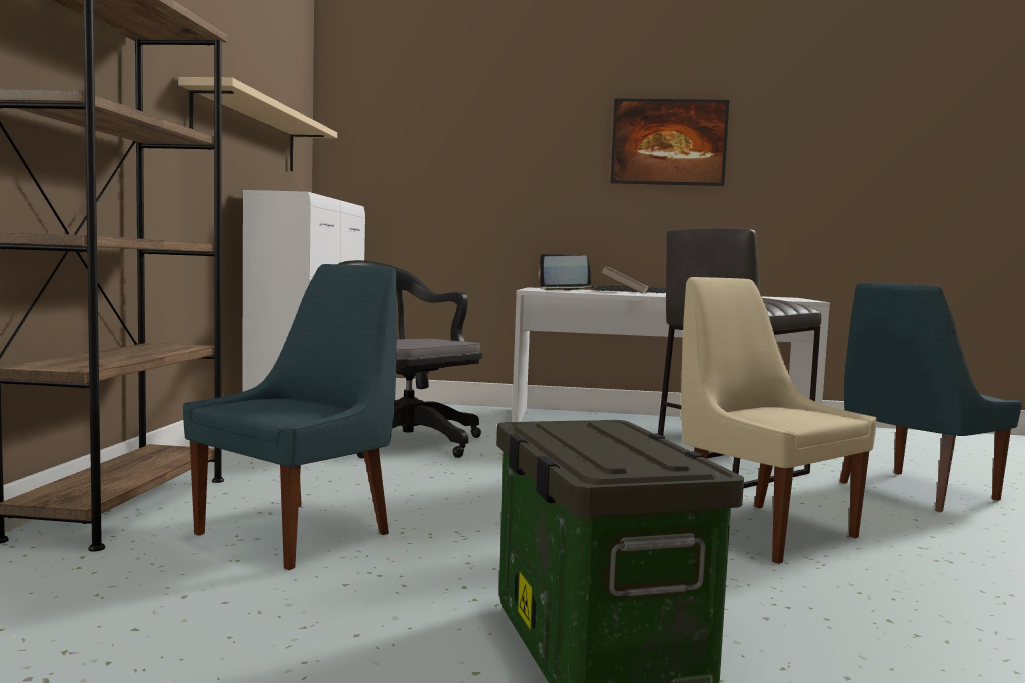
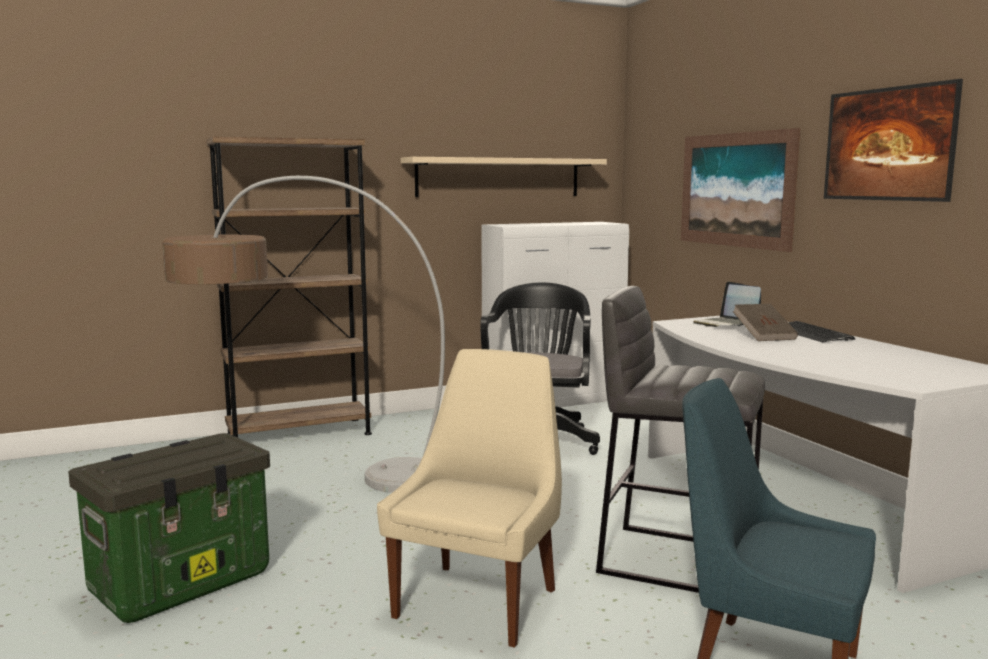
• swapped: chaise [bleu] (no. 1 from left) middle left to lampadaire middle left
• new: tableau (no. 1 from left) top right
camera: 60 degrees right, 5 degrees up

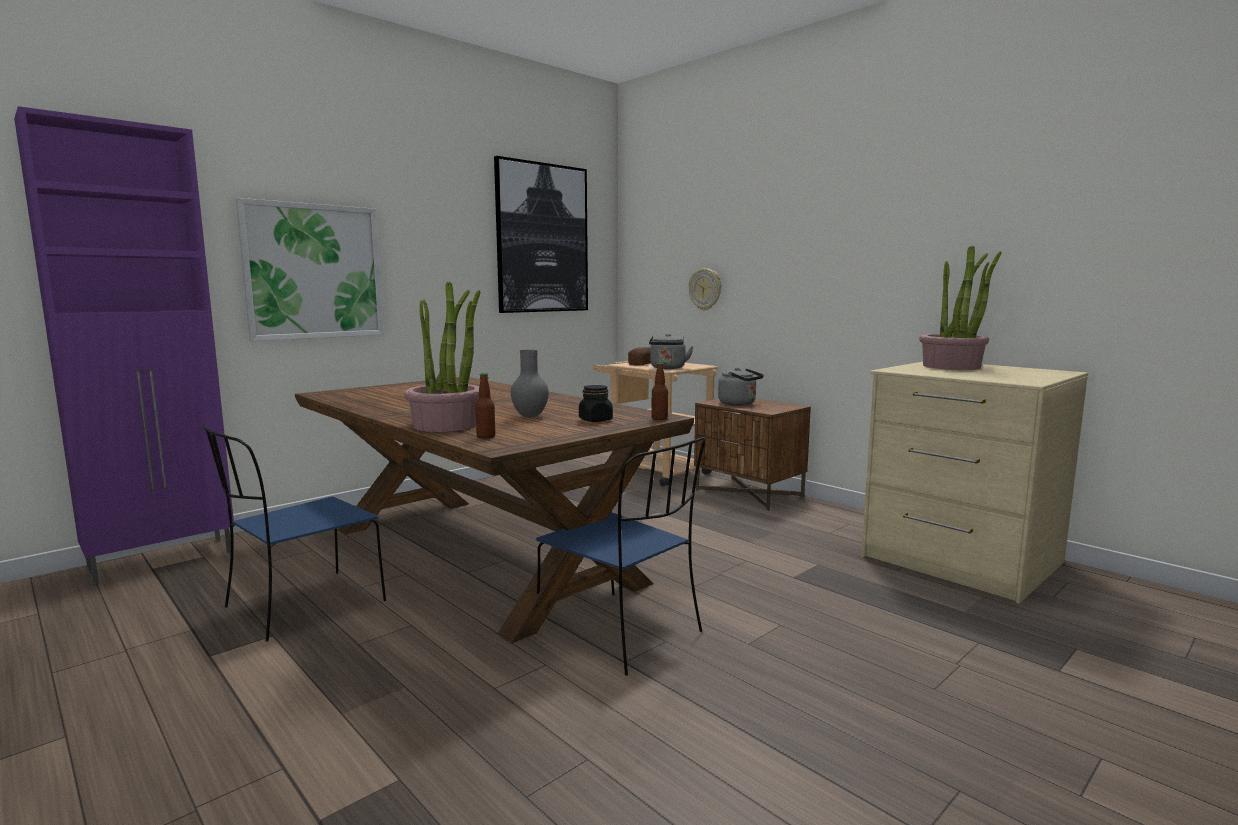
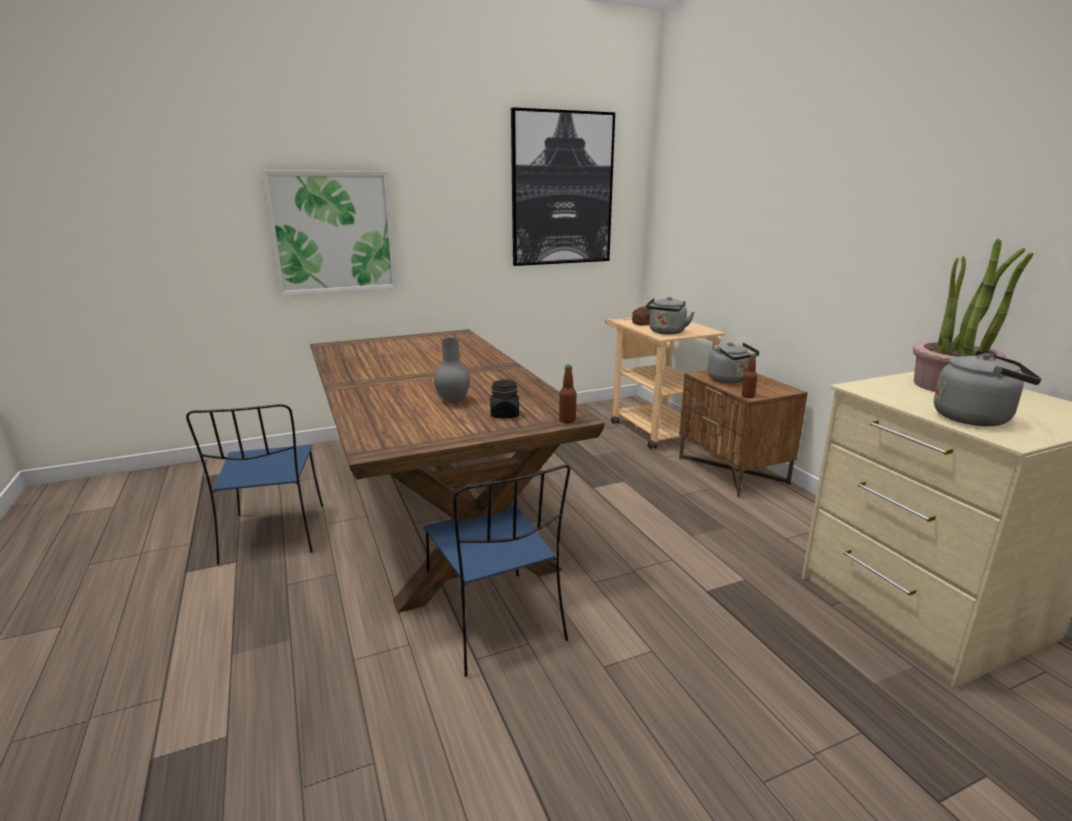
• gone: meuble de rangement [violet] middle left
• gone: horloge murale centre
• gone: plante en pot (no. 1 from left) centre
• shifted: bouteille (no. 1 from left in the first image) centre to bouteille (no. 2 from left) middle right
• rotated: chaise [bleu] (no. 1 from left) middle left = middle left 75 degrees counterclockwise
• new: bouilloire [gris] (no. 3 from left) middle right
camera: 20 degrees right, 10 degrees up

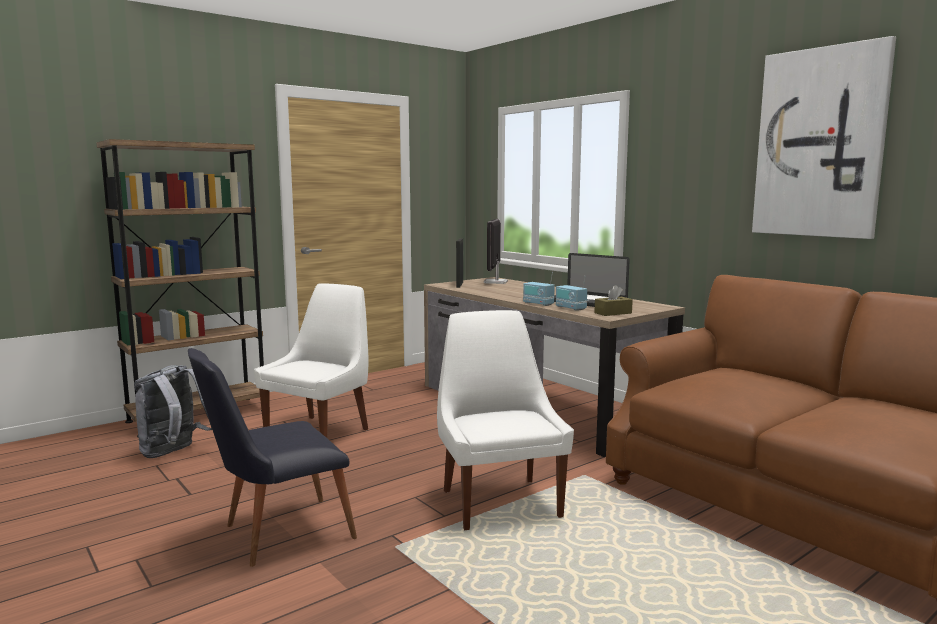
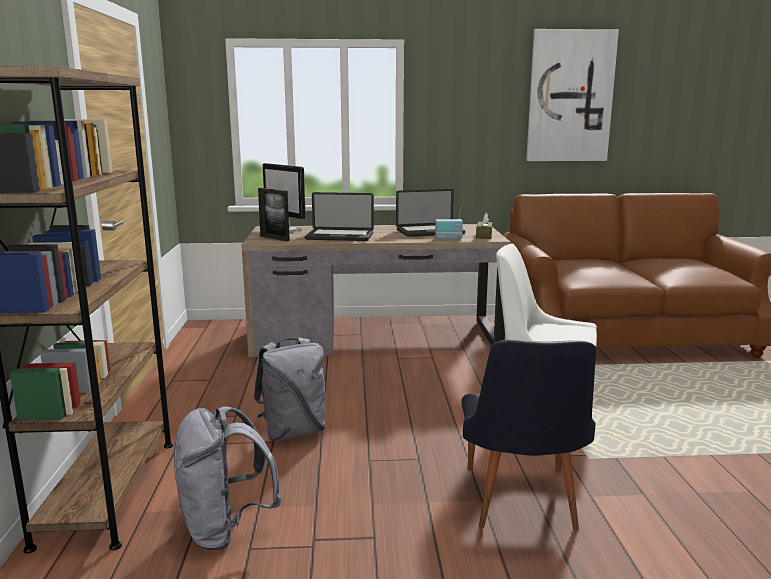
• gone: radio (no. 1 from left) centre
• swapped: chaise [blanc] (no. 1 from left) middle left to sac à dos [gris] (no. 2 from left) bottom centre
• new: ordinateur portable (no. 1 from left) centre
camera: 55 degrees left, 5 degrees up

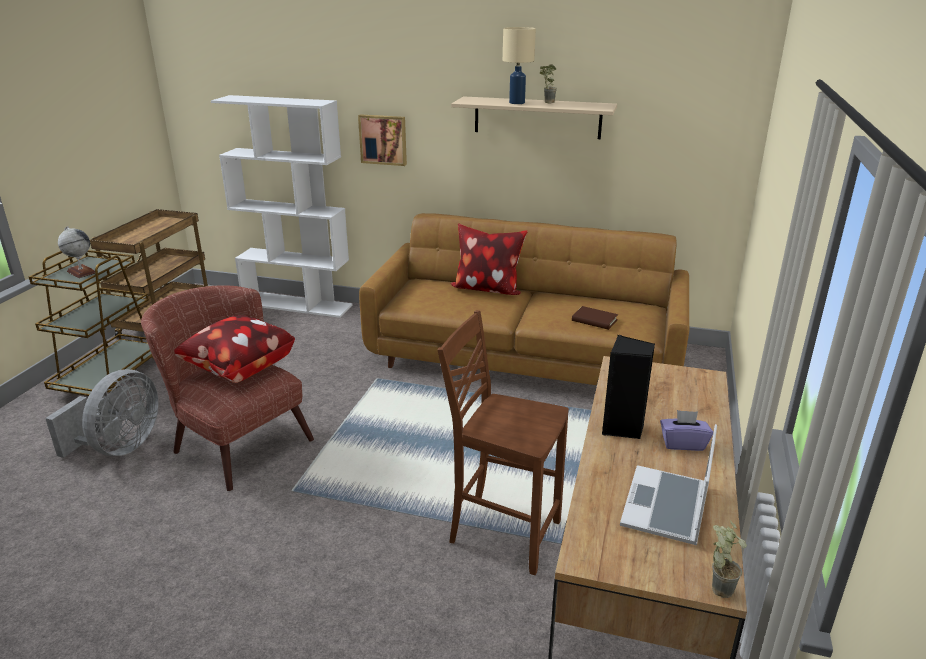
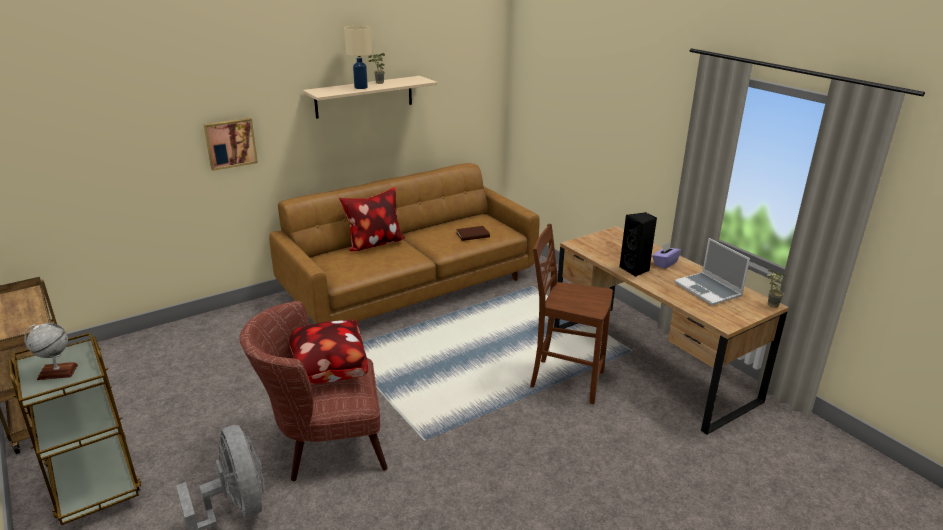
• gone: bibliothèque [blanc] top left
• rotated: chaise [marron] bottom centre = centre 45 degrees clockwise
camera: 50 degrees left, 0 degrees up

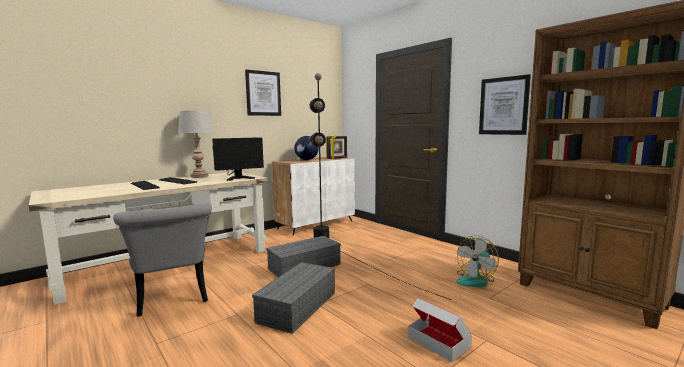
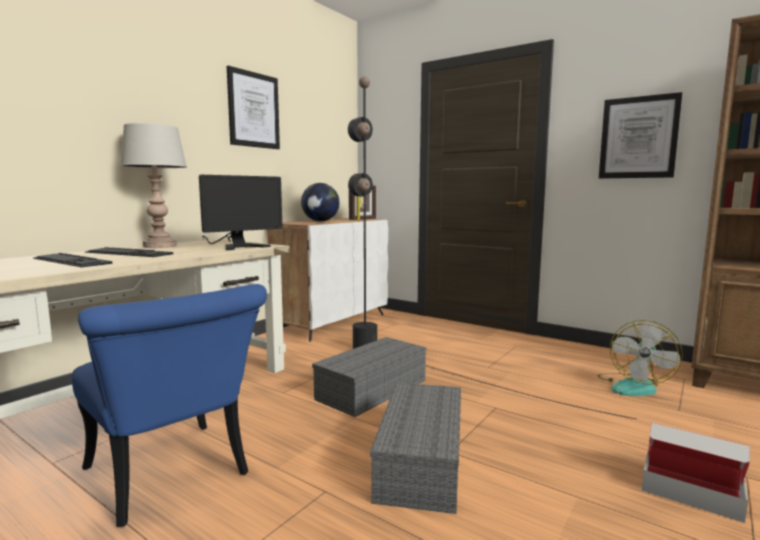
• repainted: chaise [gris] bottom left to chaise [bleu] bottom left
camera: 15 degrees left, 0 degrees up

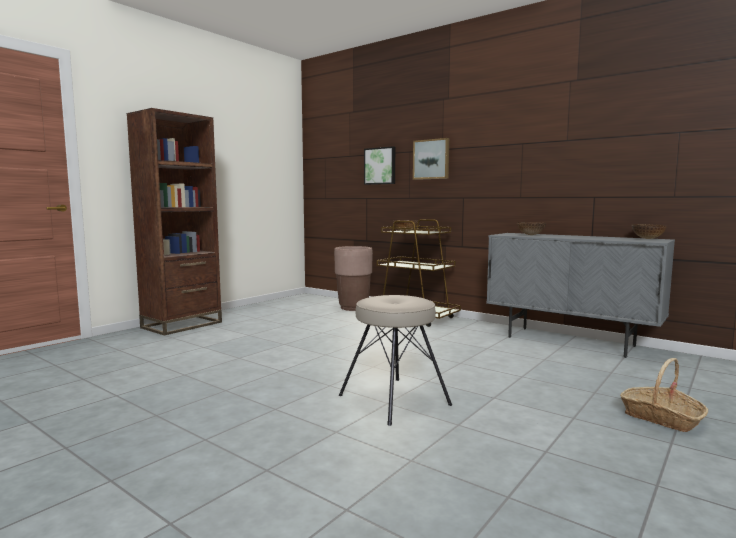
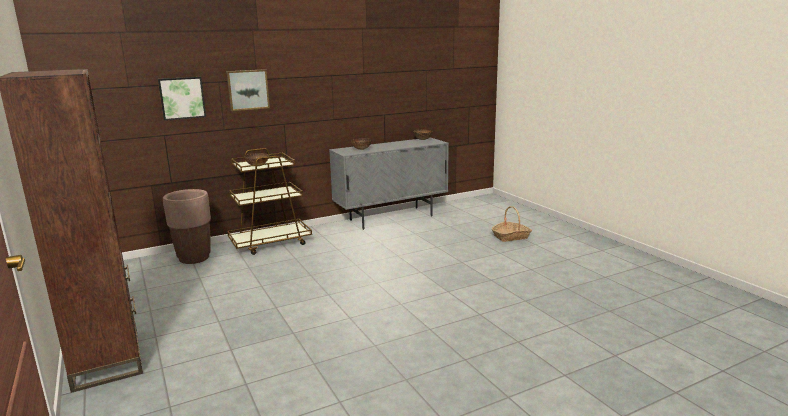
• gone: tabouret [beige] bottom centre
camera: 65 degrees left, 10 degrees up

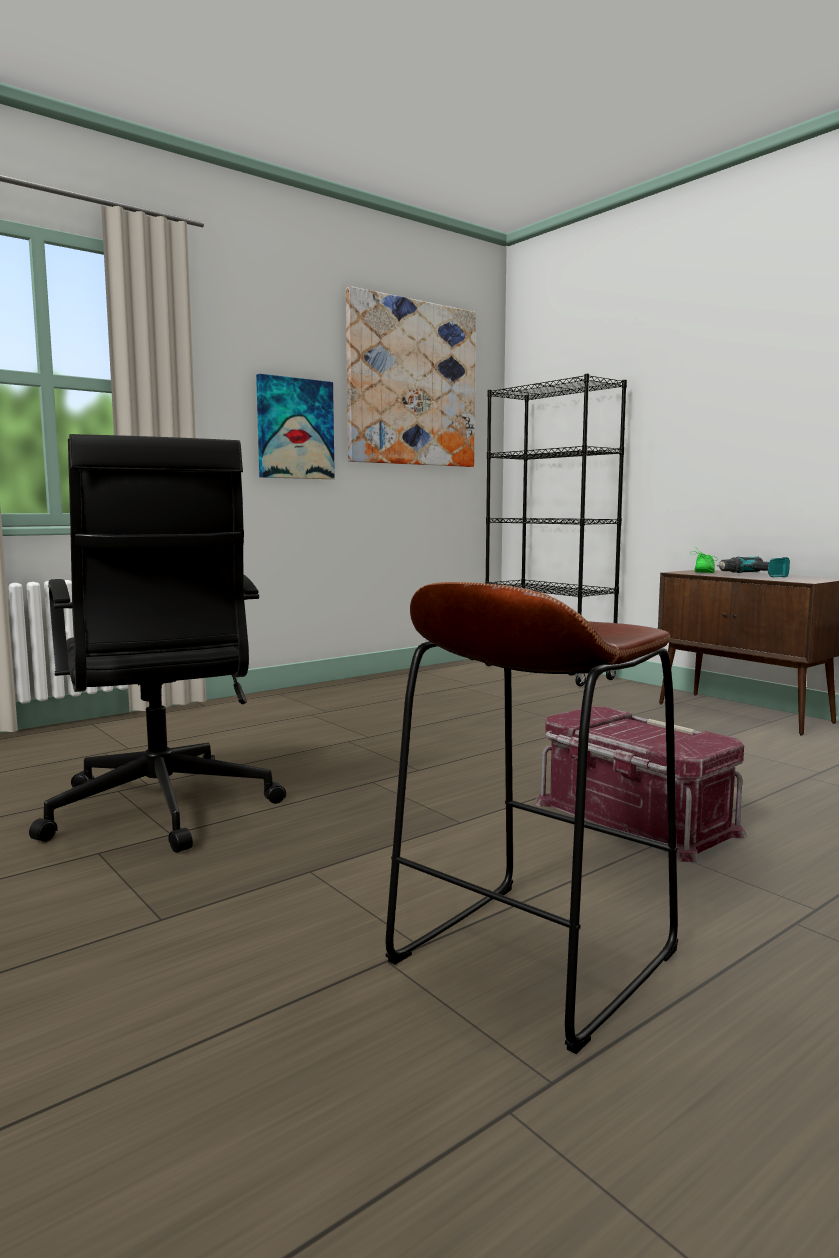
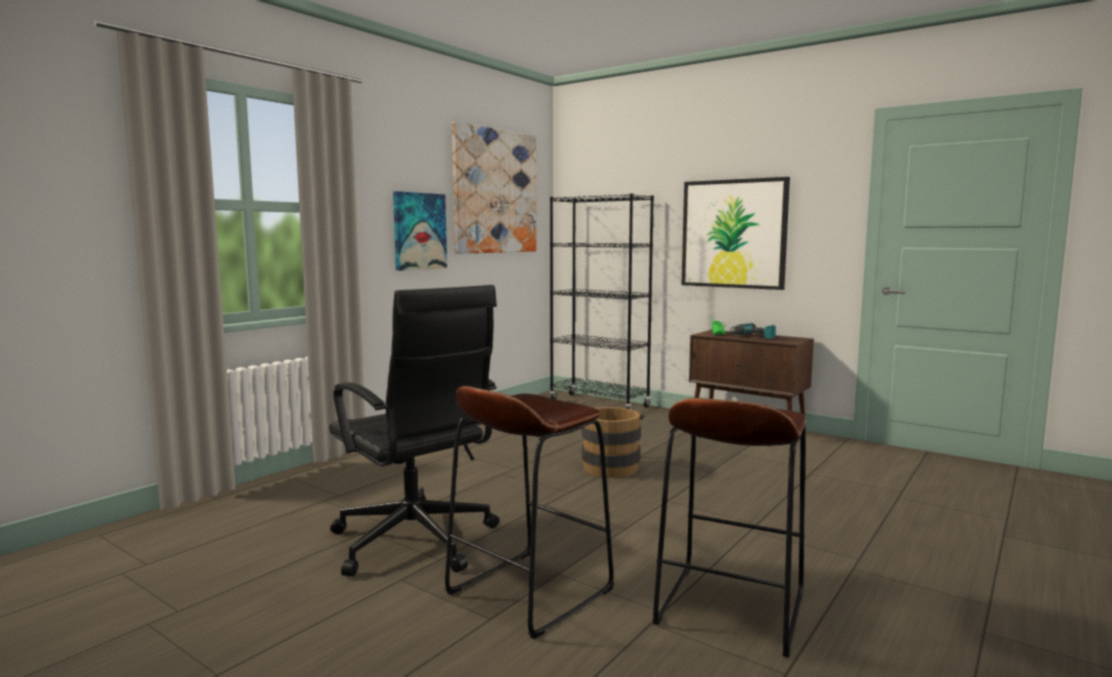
• gone: boîte de rangement [rouge] middle right
• new: tableau (no. 3 from left) centre
• new: tabouret [marron] (no. 1 from left) bottom centre
• new: seau [marron] centre
camera: 15 degrees left, 0 degrees up

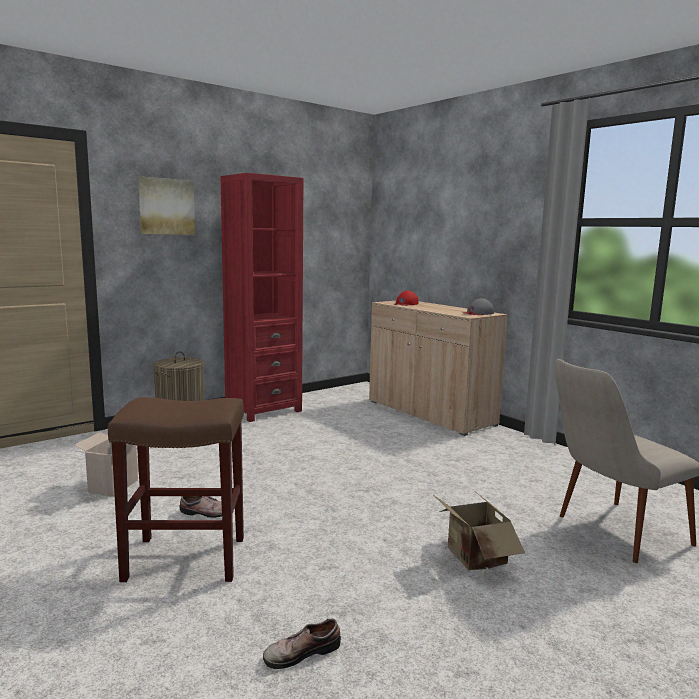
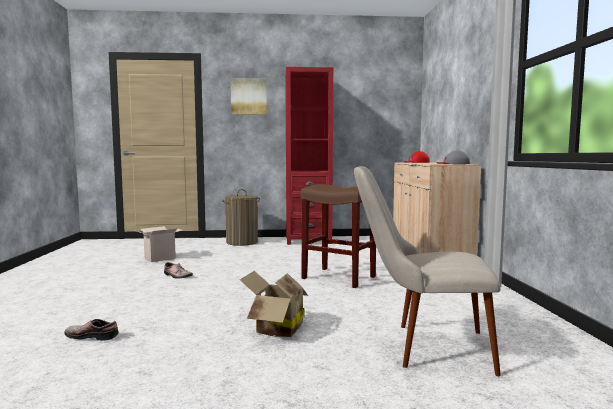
• shifted: tabouret [marron] bottom left to centre
camera: 35 degrees right, 5 degrees down

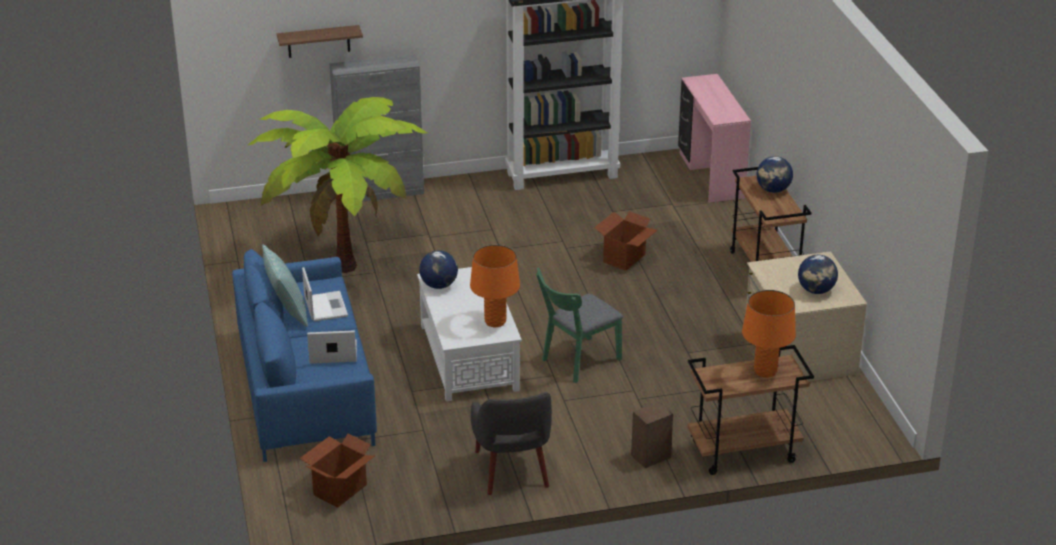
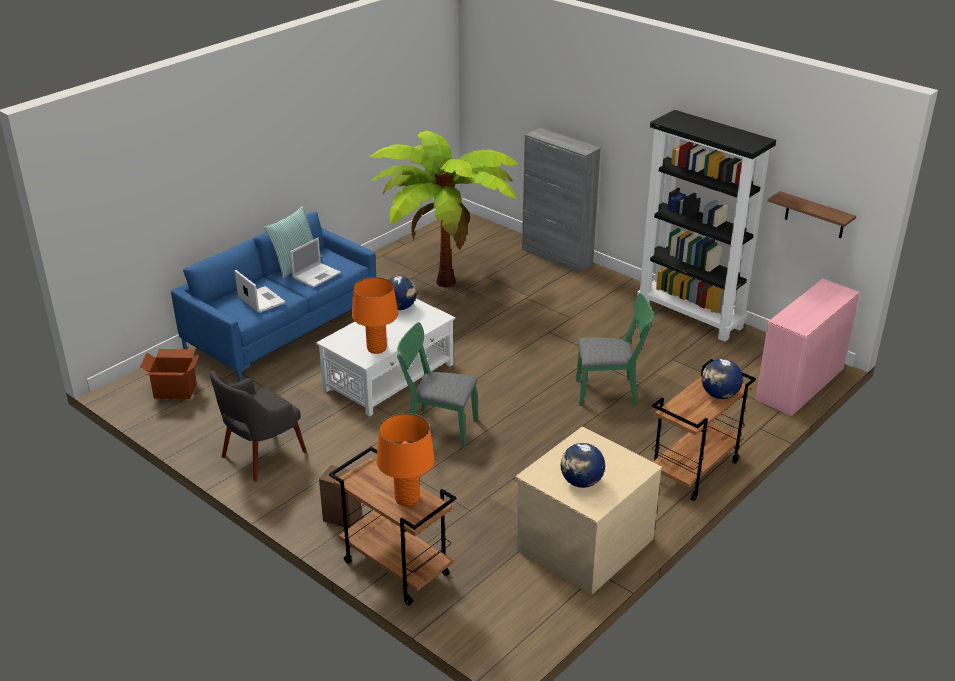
• shifted: étagère top left to top right
• swapped: carton (no. 2 from left) centre to chaise [vert] (no. 2 from left) centre
camera: 55 degrees right, 0 degrees up

